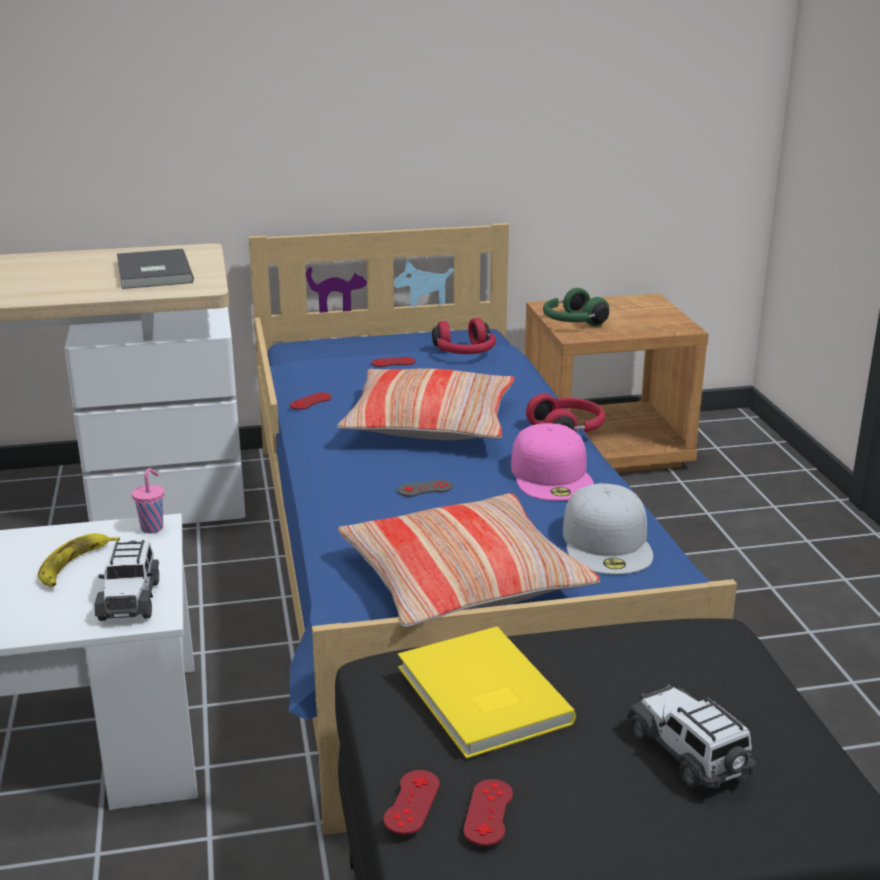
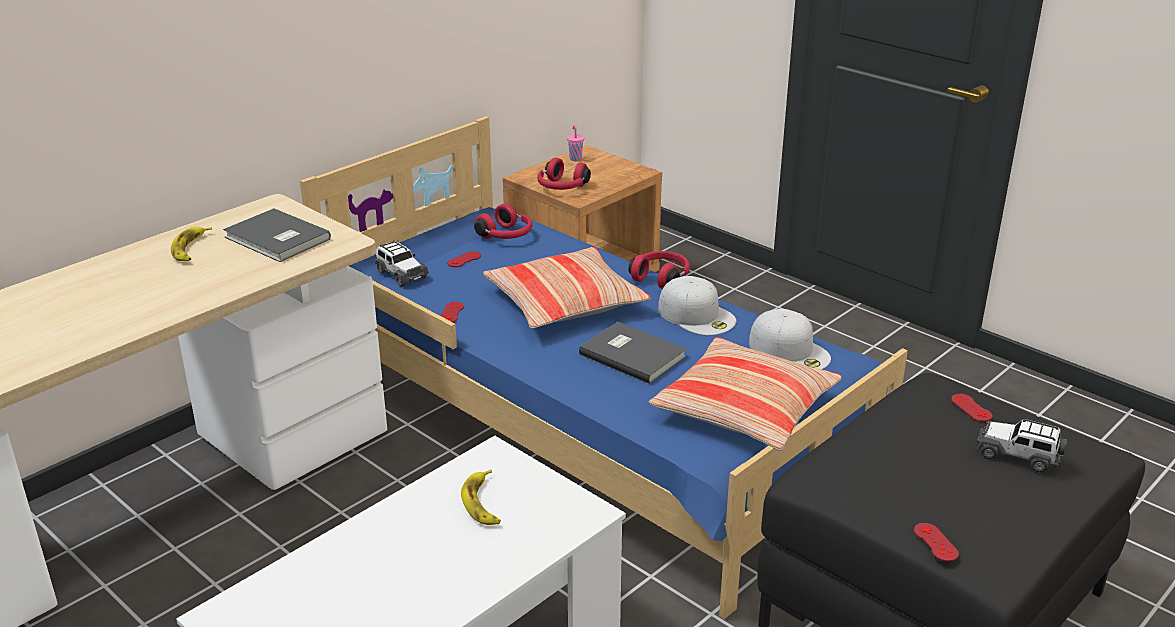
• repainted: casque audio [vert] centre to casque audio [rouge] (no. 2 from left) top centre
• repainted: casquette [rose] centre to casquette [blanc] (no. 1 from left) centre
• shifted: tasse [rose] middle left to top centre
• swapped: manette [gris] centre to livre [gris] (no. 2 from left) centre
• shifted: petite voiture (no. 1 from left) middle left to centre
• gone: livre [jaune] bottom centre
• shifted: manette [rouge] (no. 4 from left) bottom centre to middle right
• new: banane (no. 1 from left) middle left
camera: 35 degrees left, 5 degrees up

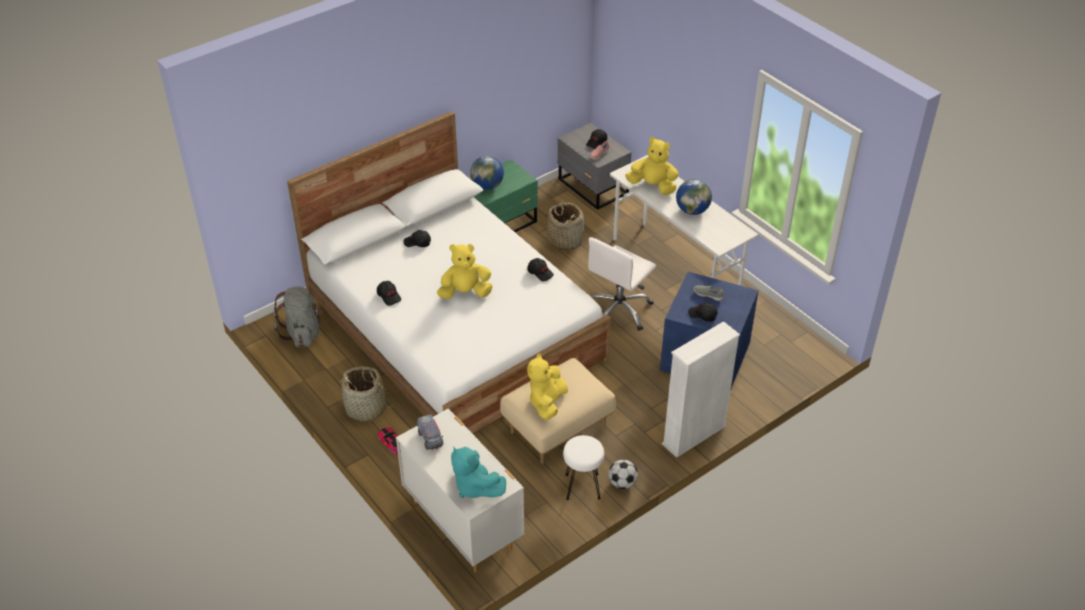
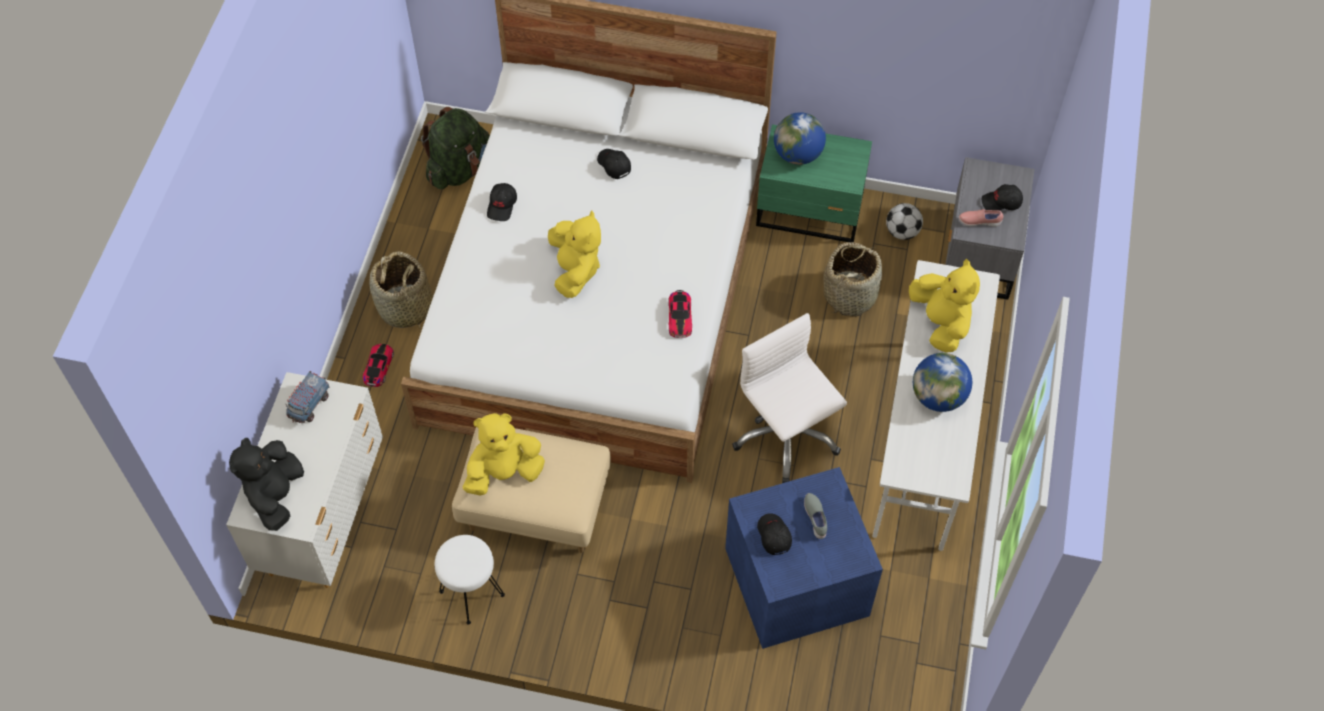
• rotated: chaise de bureau [blanc] centre = centre 60 degrees clockwise
• rotated: peluche [jaune] (no. 1 from left in the first image) centre = centre 45 degrees clockwise
• swapped: casquette [noir] (no. 3 from left) centre to petite voiture (no. 2 from left) centre
• repainted: sac à dos [gris] middle left to sac à dos [vert] top centre
• gone: bibliothèque [blanc] centre
• repainted: peluche [turquoise] bottom centre to peluche [noir] bottom left
• shifted: ballon de foot bottom centre to top right
camera: 50 degrees right, 15 degrees up

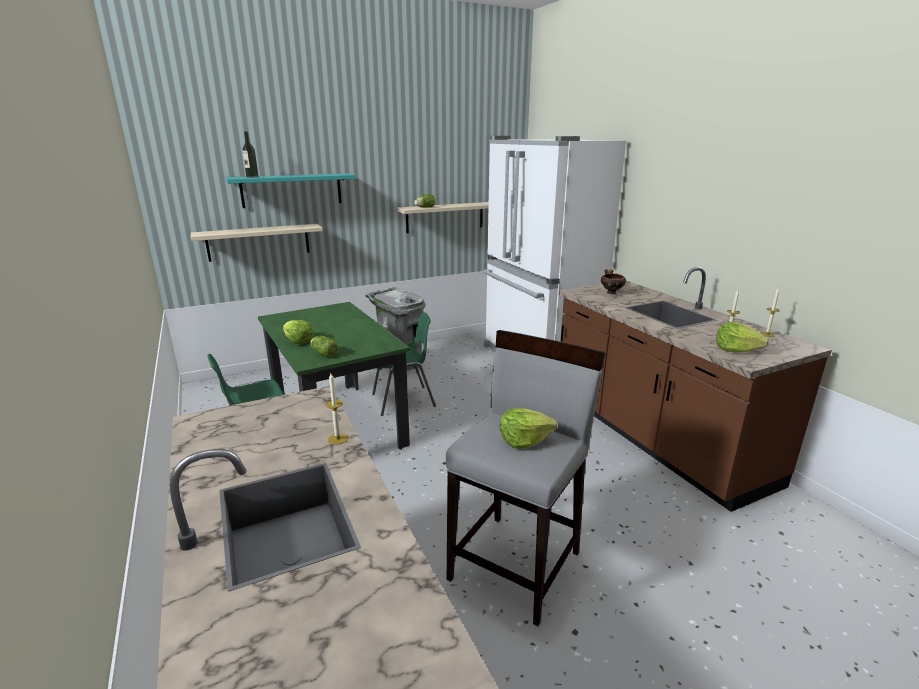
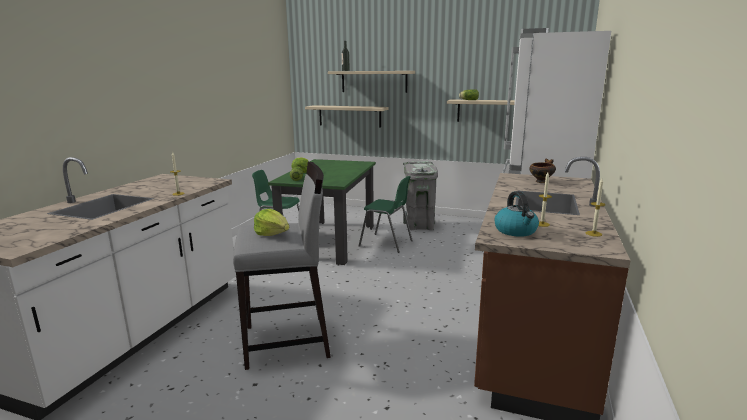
• repainted: étagère [turquoise] top left to étagère [beige] (no. 2 from left) top centre
• swapped: laitue (no. 5 from left) middle right to bouilloire middle right
camera: 45 degrees right, 5 degrees down

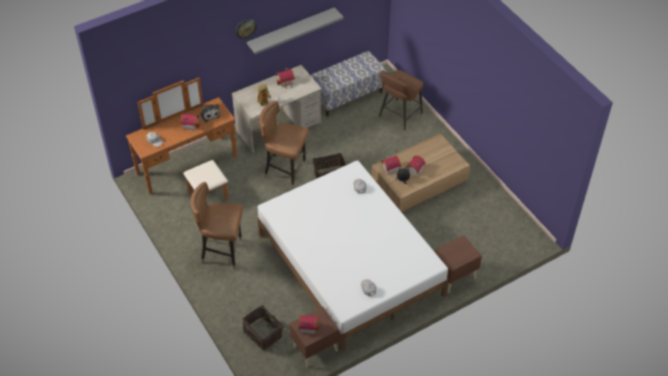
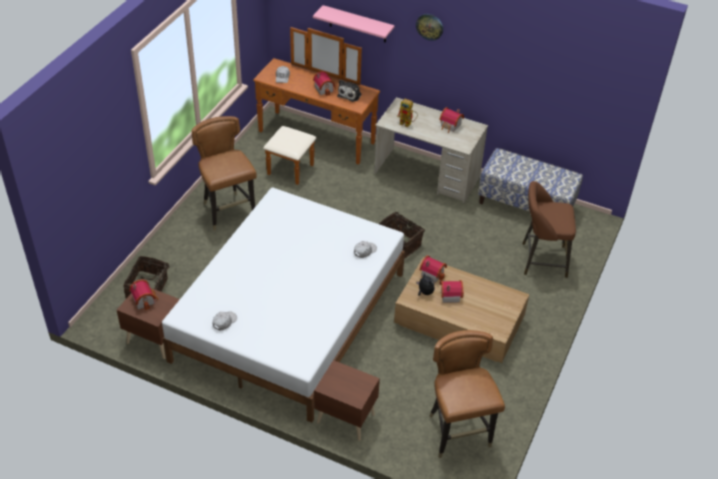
• gone: étagère [gris] top centre
• shifted: chaise [marron] (no. 2 from left) centre to bottom centre
• new: étagère [rose] top centre
camera: 55 degrees right, 5 degrees down

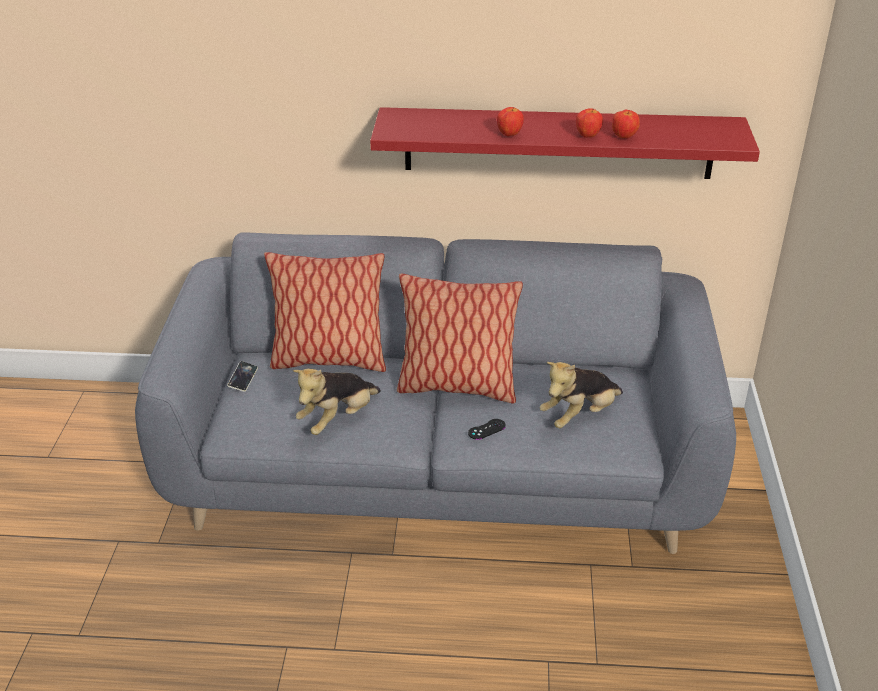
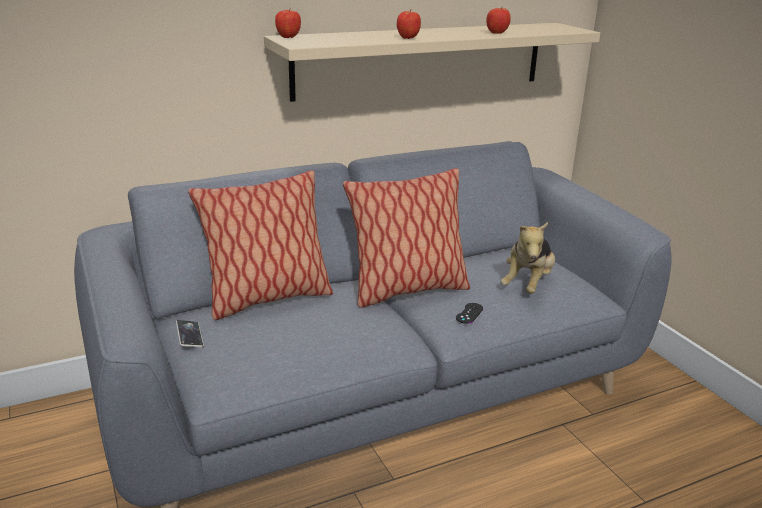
• repainted: étagère [rouge] top centre to étagère [beige] top centre
• shifted: pomme (no. 2 from left in the first image) top right to pomme (no. 1 from left) top centre
• gone: peluche (no. 1 from left) centre
camera: 30 degrees left, 10 degrees down

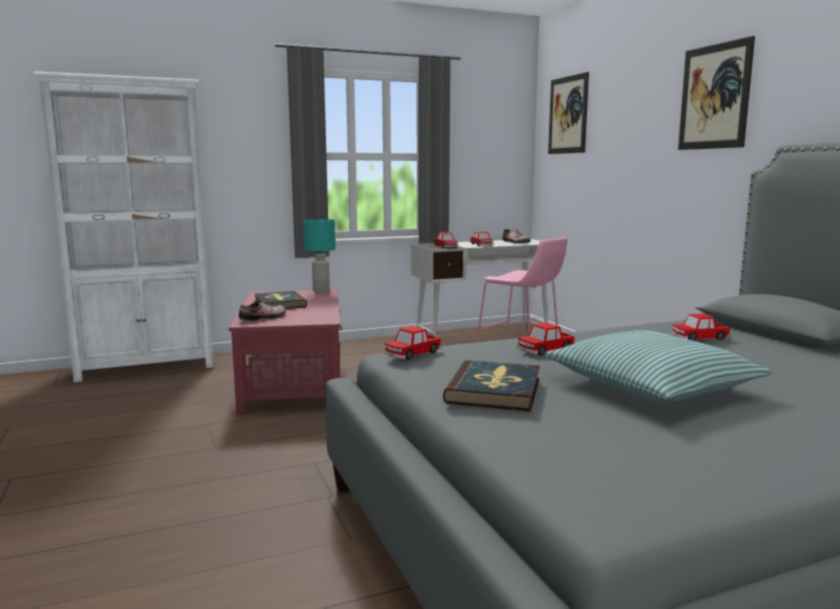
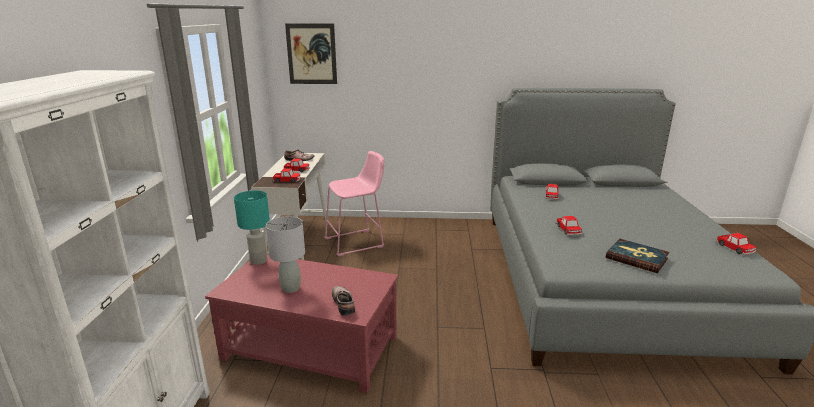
• gone: tableau (no. 2 from left) top right
• swapped: livre (no. 1 from left) centre to lampe de table [gris] centre
• shifted: petite voiture (no. 1 from left in the first image) centre to petite voiture (no. 5 from left) middle right
• gone: coussin middle right
camera: 65 degrees left, 10 degrees up

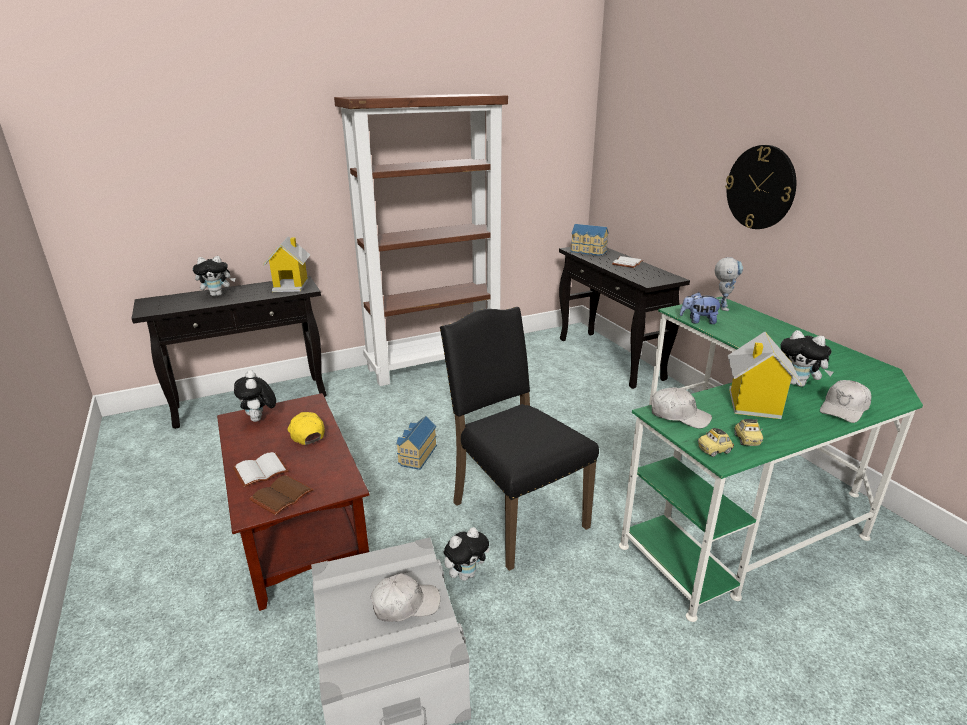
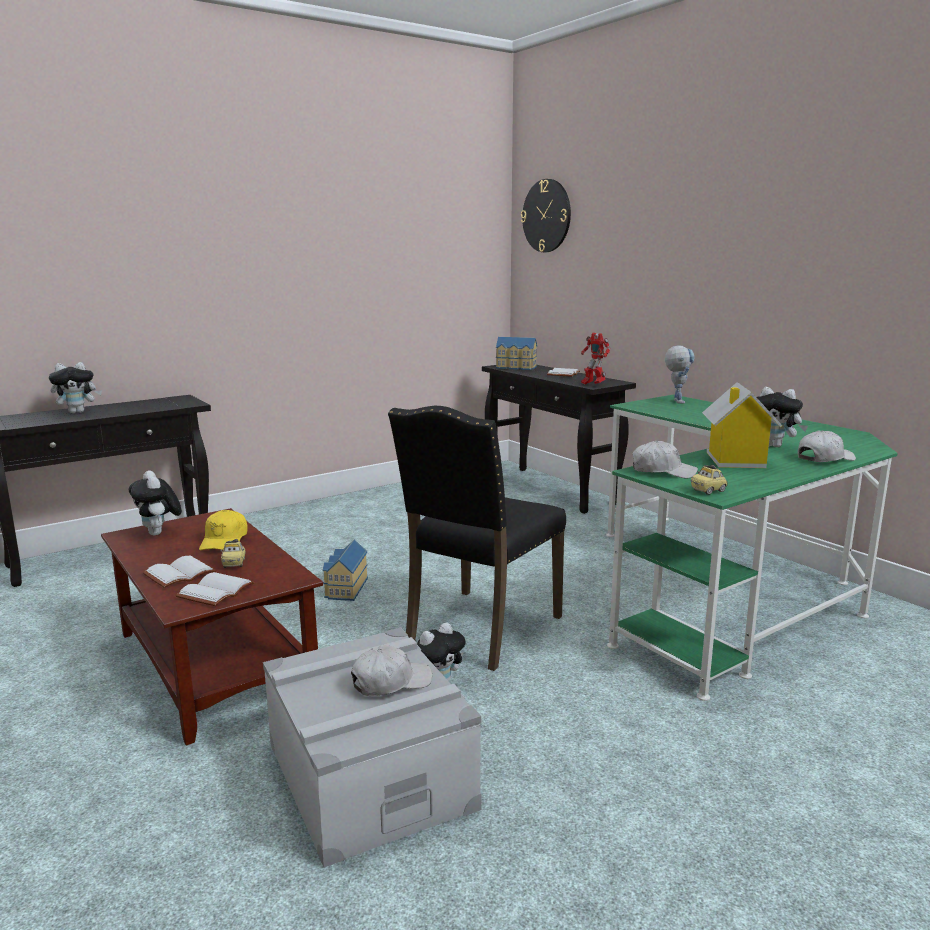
• gone: bibliothèque [marron] top centre
• shifted: horloge murale top right to top centre
• gone: maison miniature (no. 1 from left) middle left
• gone: peluche (no. 4 from left) middle right
• rotated: chaise [noir] centre = centre 105 degrees counterclockwise
• rotated: casquette [blanc] (no. 3 from left) middle right = middle right 150 degrees counterclockwise
• rotated: casquette [jaune] middle left = middle left 135 degrees counterclockwise
• shifted: petite voiture (no. 2 from left in the first image) middle right to petite voiture (no. 1 from left) middle left
• repainted: livre [marron] bottom left to livre [blanc] (no. 2 from left) middle left
• new: robot jouet (no. 1 from left) centre
camera: 10 degrees left, 10 degrees down

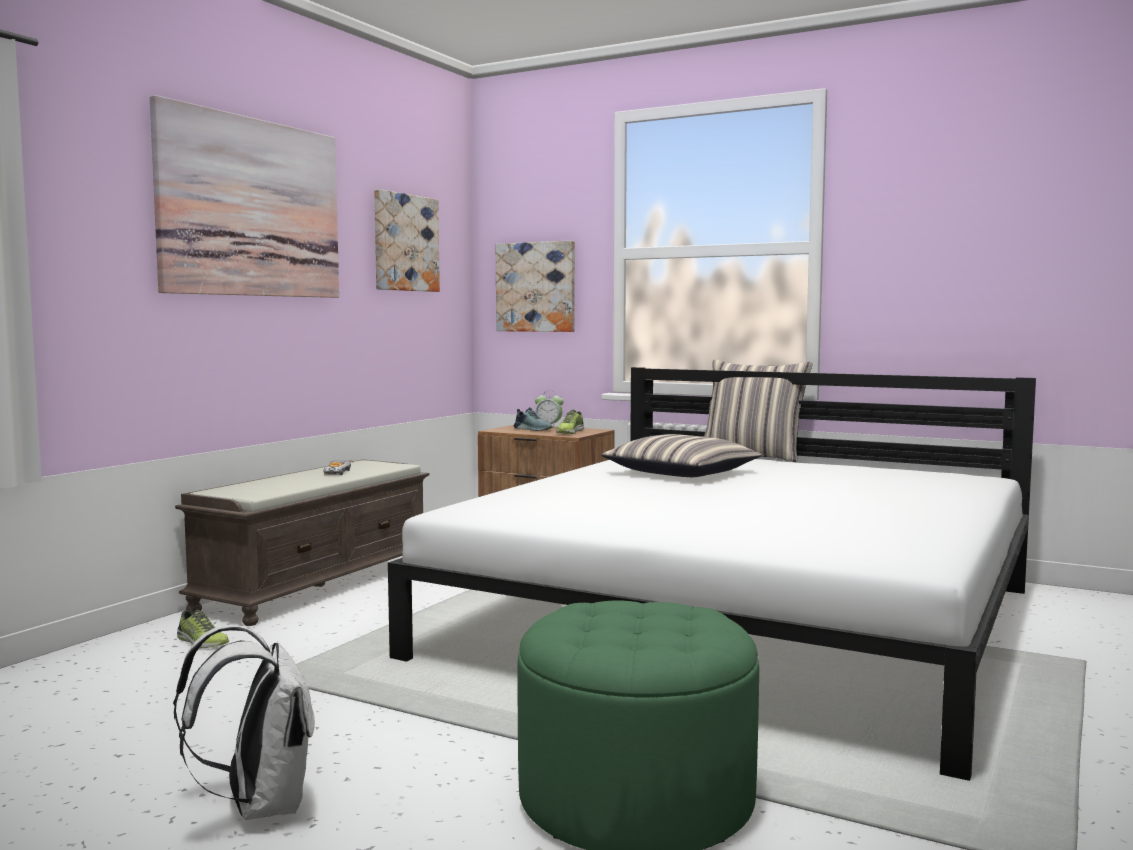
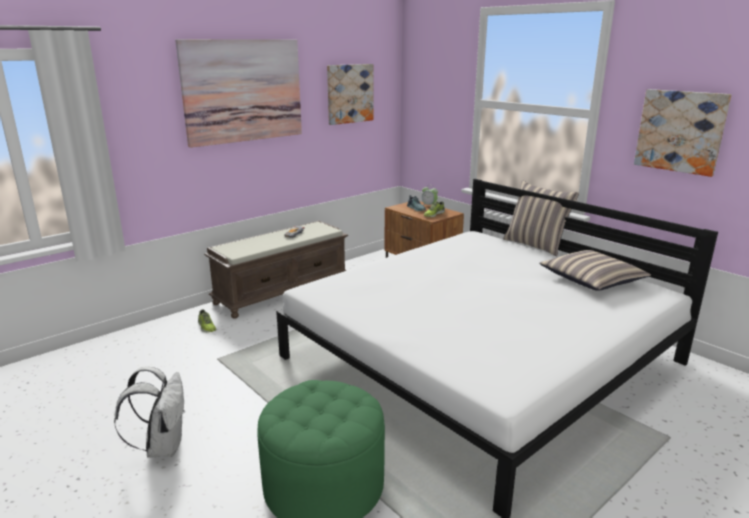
• shifted: tableau (no. 3 from left) centre to top right
• shifted: coussin (no. 1 from left in the first image) centre to coussin (no. 2 from left) middle right
camera: 20 degrees right, 15 degrees up

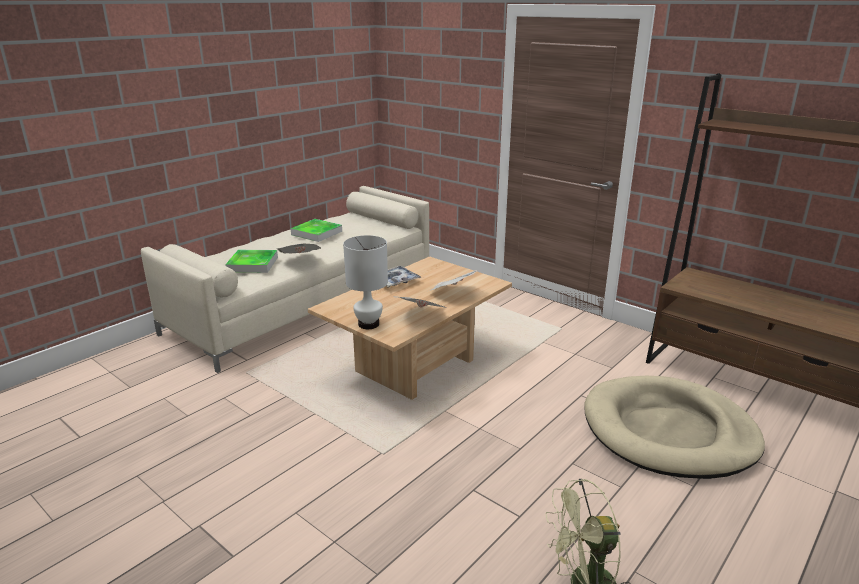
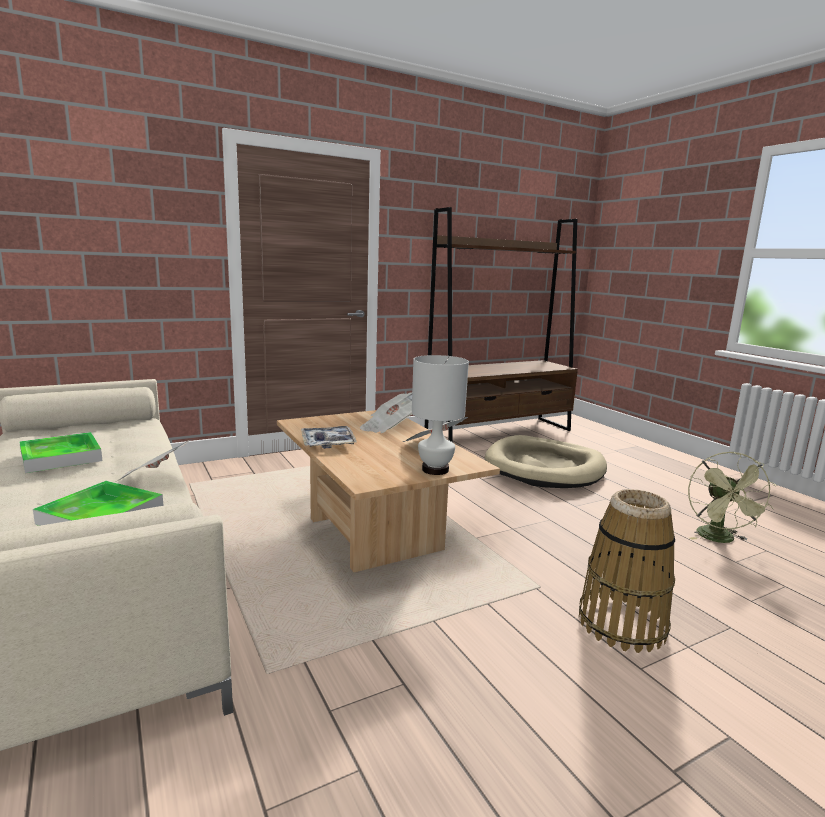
• new: panier bottom right
camera: 70 degrees left, 10 degrees down

